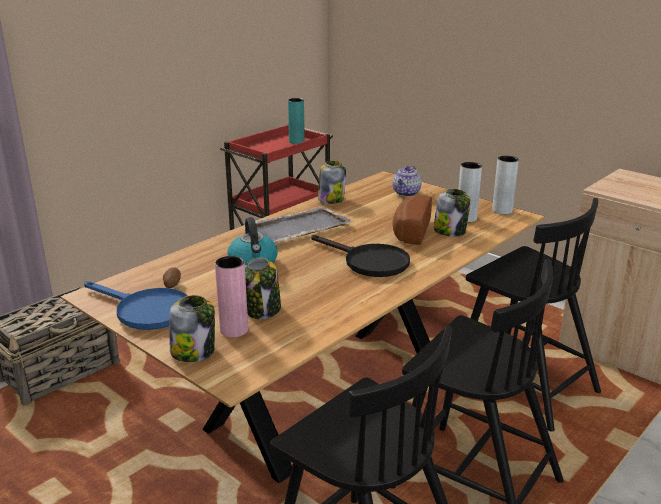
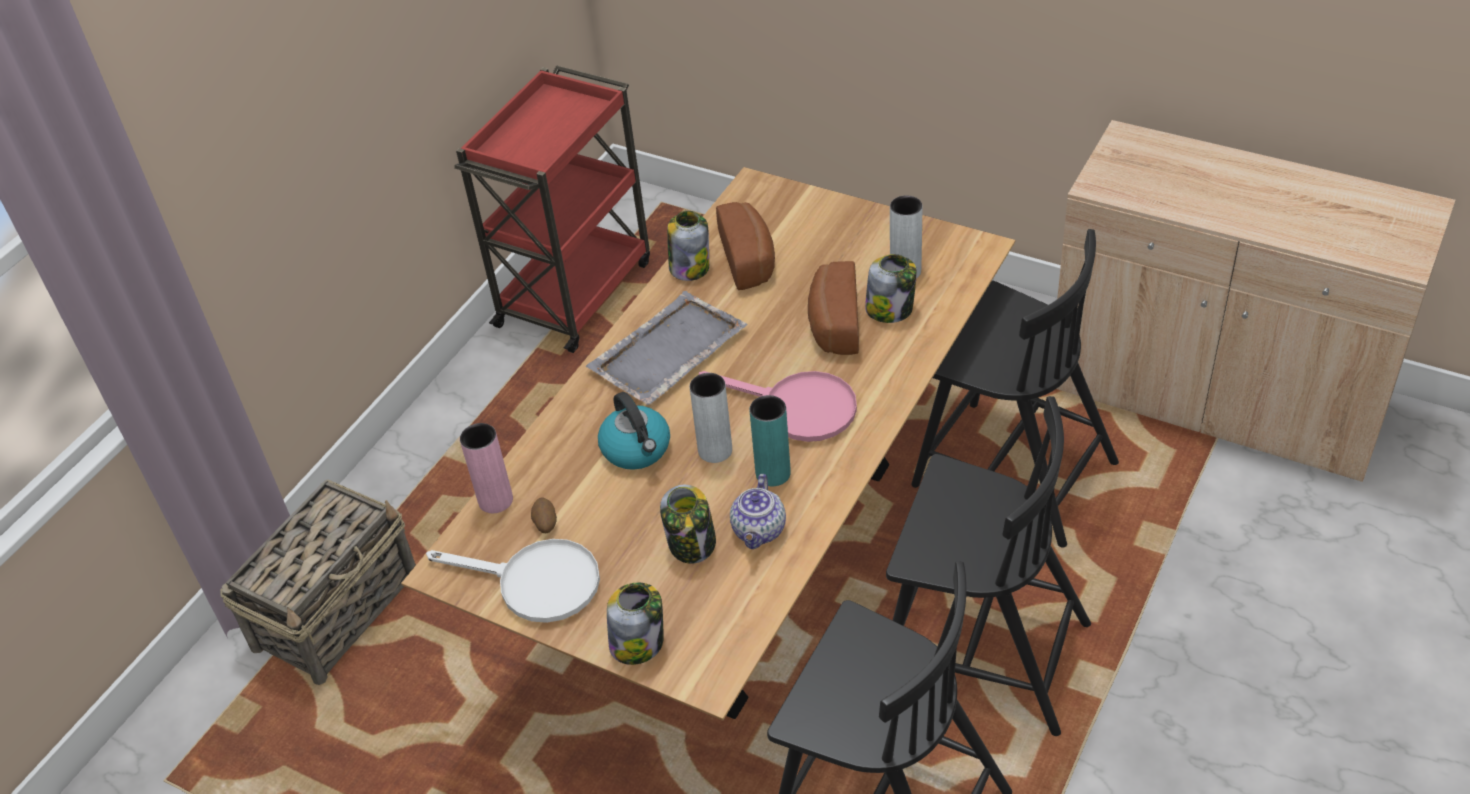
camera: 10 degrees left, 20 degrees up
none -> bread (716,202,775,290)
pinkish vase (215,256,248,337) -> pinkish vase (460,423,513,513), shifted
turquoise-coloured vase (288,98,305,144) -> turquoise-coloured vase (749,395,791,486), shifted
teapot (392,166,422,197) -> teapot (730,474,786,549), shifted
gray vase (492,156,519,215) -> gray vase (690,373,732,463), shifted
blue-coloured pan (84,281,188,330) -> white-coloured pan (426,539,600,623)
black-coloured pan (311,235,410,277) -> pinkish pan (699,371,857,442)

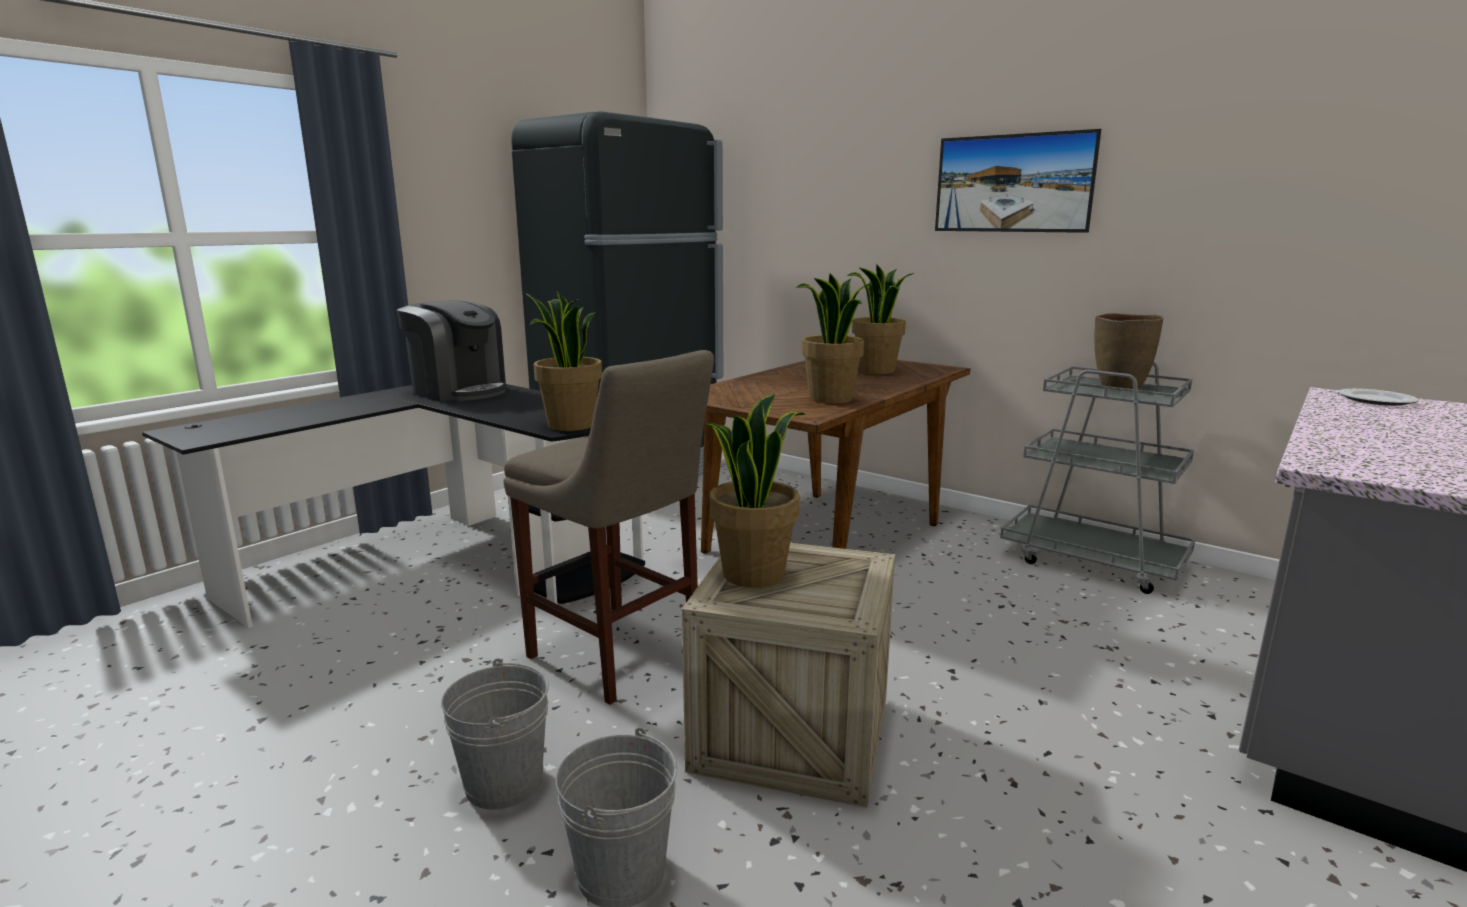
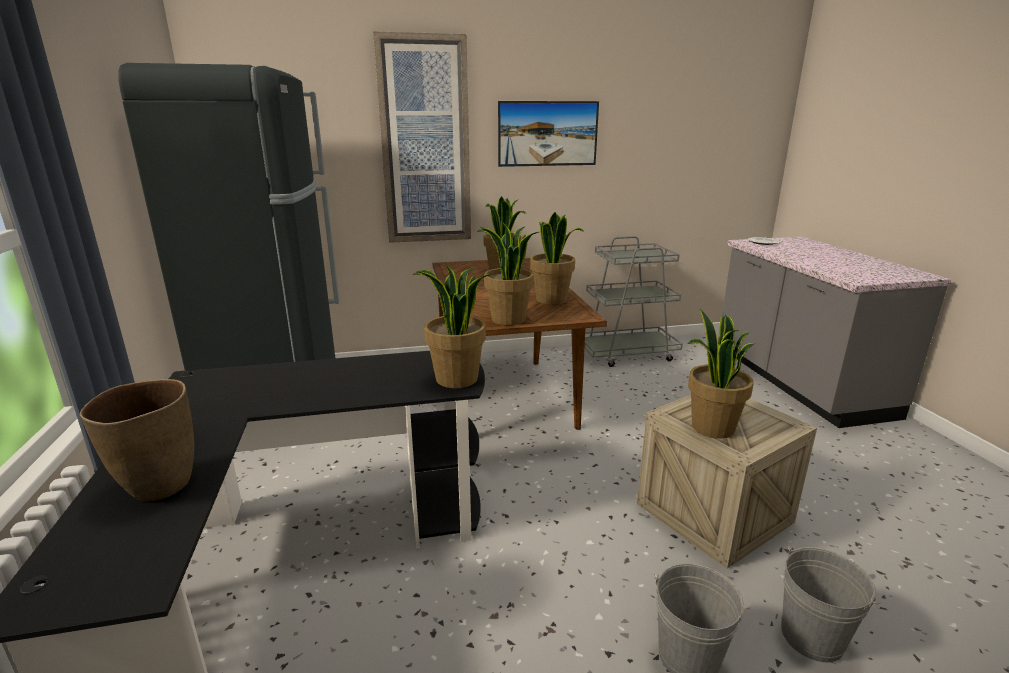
camera: 50 degrees left, 5 degrees up
coffee machine (397,301,506,402) -> none
beige sitting stool (503,350,714,705) -> none
none -> wall picture (373,31,471,243)
none -> potted plant (476,223,539,325)
brownish vase (1095,313,1163,389) -> brownish vase (80,379,194,501), shifted

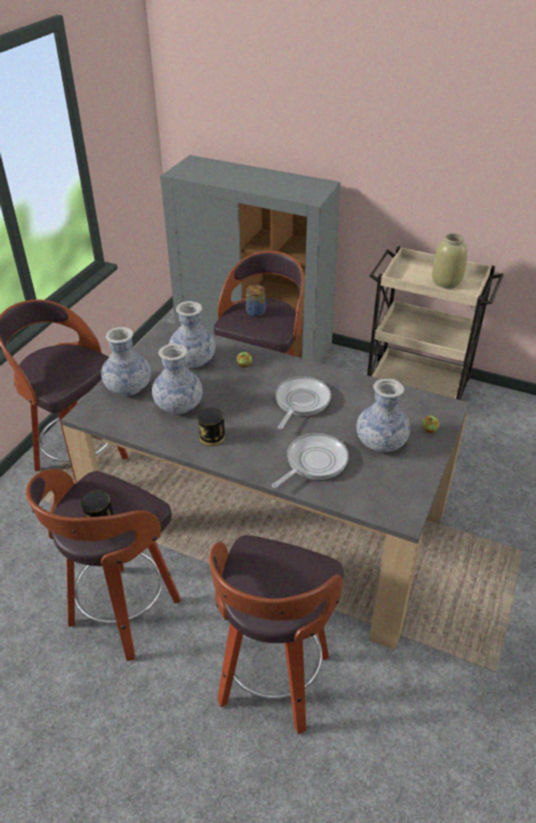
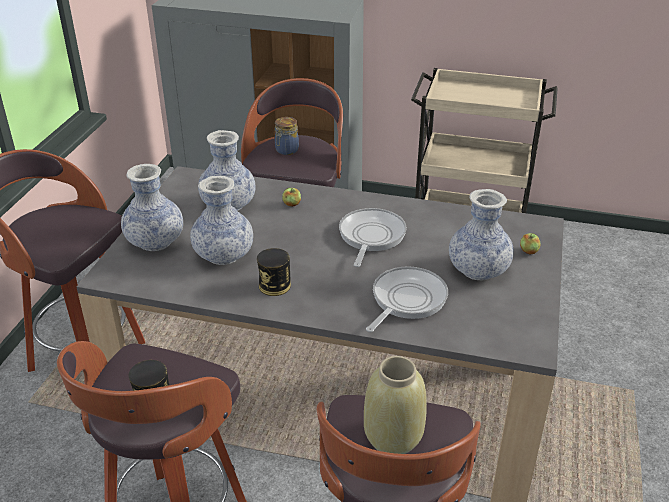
camera: 10 degrees left, 5 degrees down
beige vase (432,233,467,289) -> beige vase (364,356,427,454), shifted

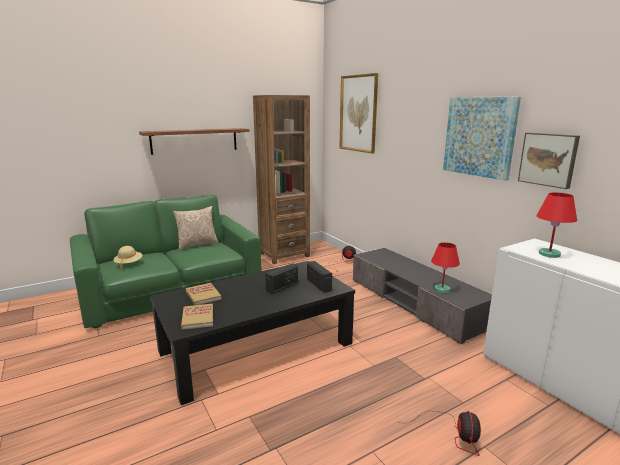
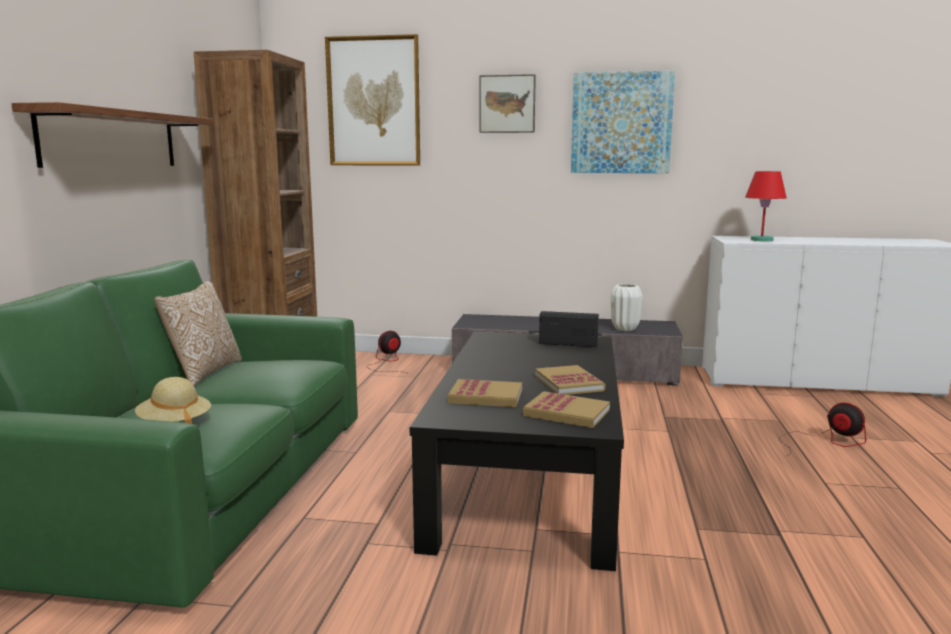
camera: 50 degrees left, 5 degrees down
radio receiver (265,263,298,294) -> none
none -> bound book (535,365,606,395)
wall picture (518,133,580,189) -> wall picture (480,74,536,133), shifted
red-coloured table lamp (431,242,460,293) -> white-coloured vase (611,284,643,331)

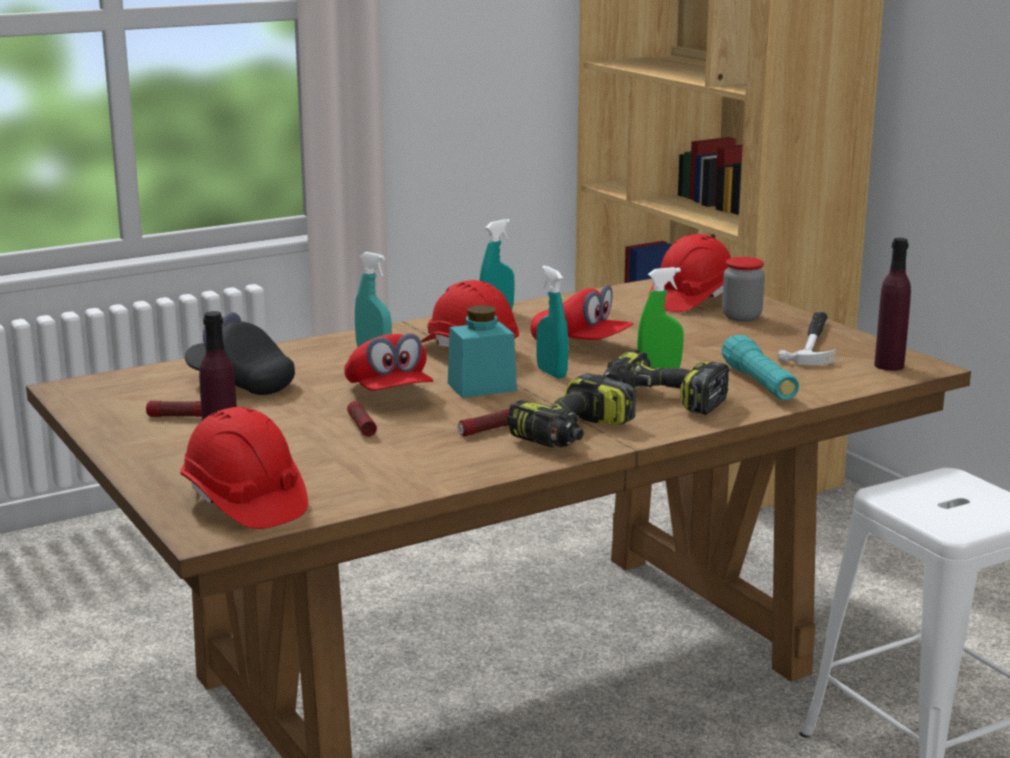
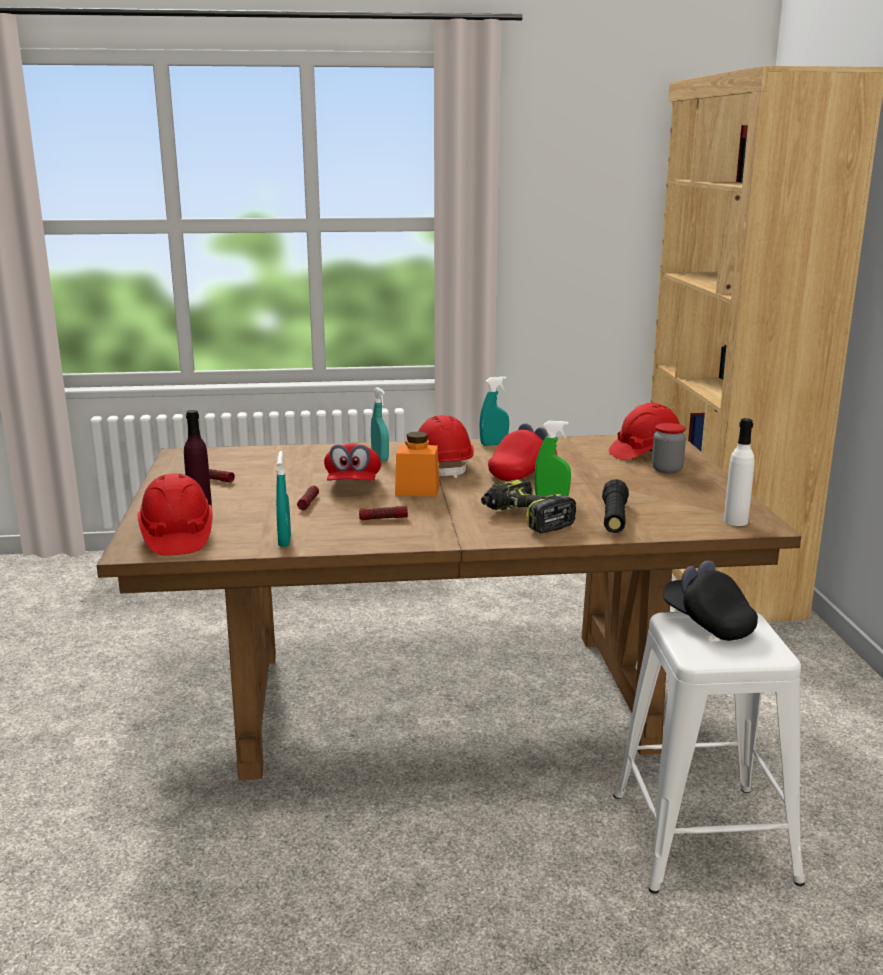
camera: 25 degrees right, 0 degrees up
power drill (507,373,636,448) -> none
hand hammer (778,311,836,365) -> none
black-coloured baseball cap (185,312,295,395) -> black-coloured baseball cap (663,560,758,640), shifted
turquoise-coloured sprayer (536,266,568,379) -> turquoise-coloured sprayer (276,451,291,547), shifted
turquoise-coloured storage jar (448,305,517,398) -> orangey storage jar (395,432,440,497)
turquoise-coloured hand torch (722,335,799,400) -> black-coloured hand torch (602,479,629,533)
purplish drink bottle (874,238,911,371) -> white-coloured drink bottle (724,418,755,526)
red-coloured baseball cap (530,285,634,340) -> red-coloured baseball cap (488,423,557,481), 105 degrees counterclockwise

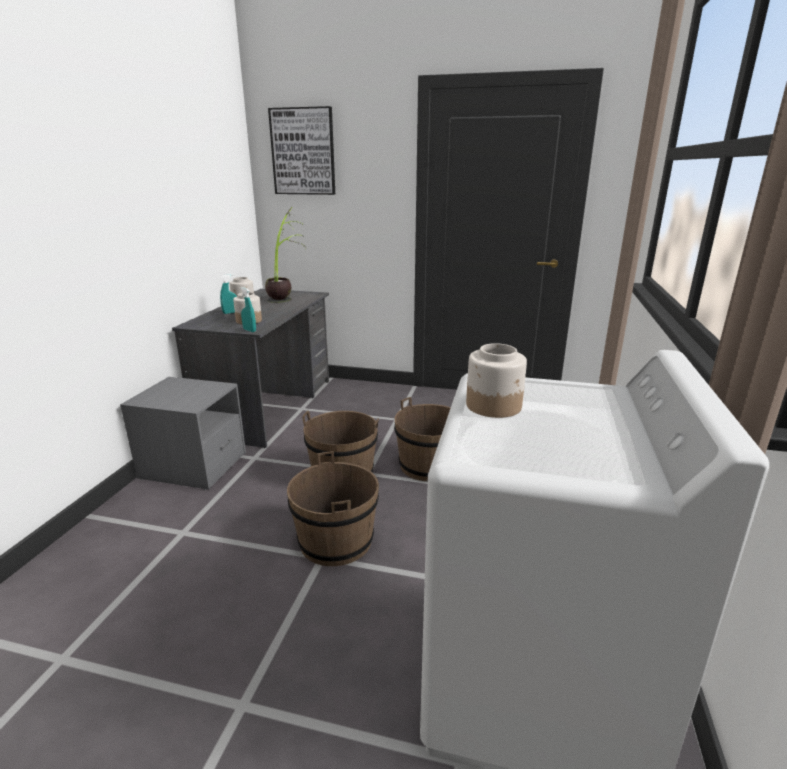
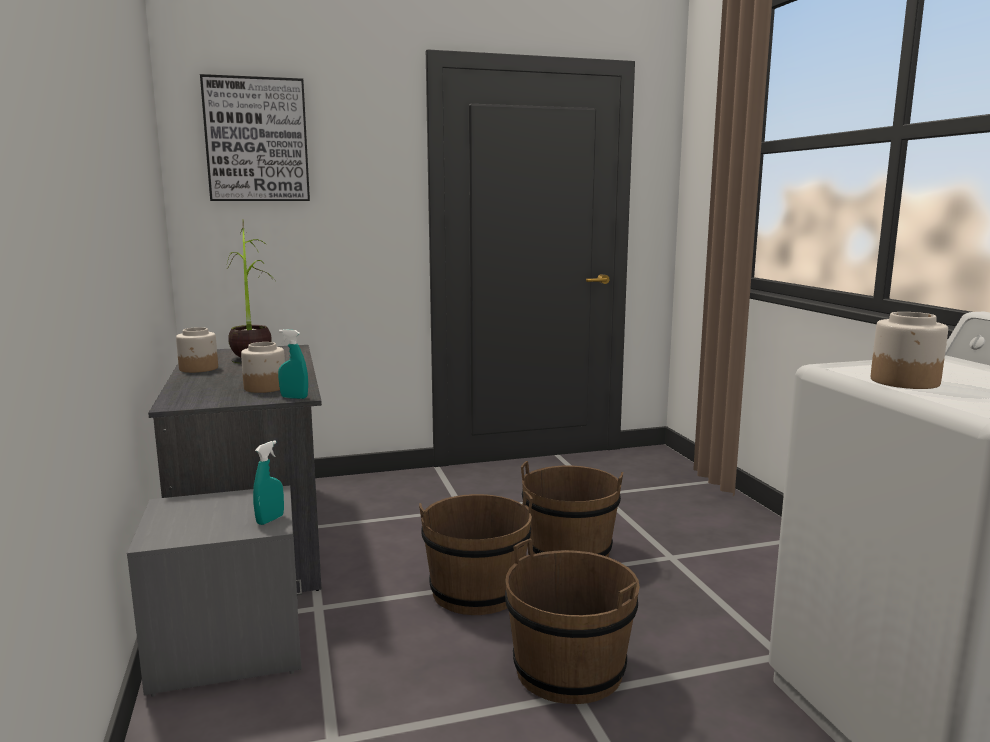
camera: 30 degrees left, 10 degrees down
turquoise-coloured sprayer (220,274,237,314) -> turquoise-coloured sprayer (253,440,284,525), shifted

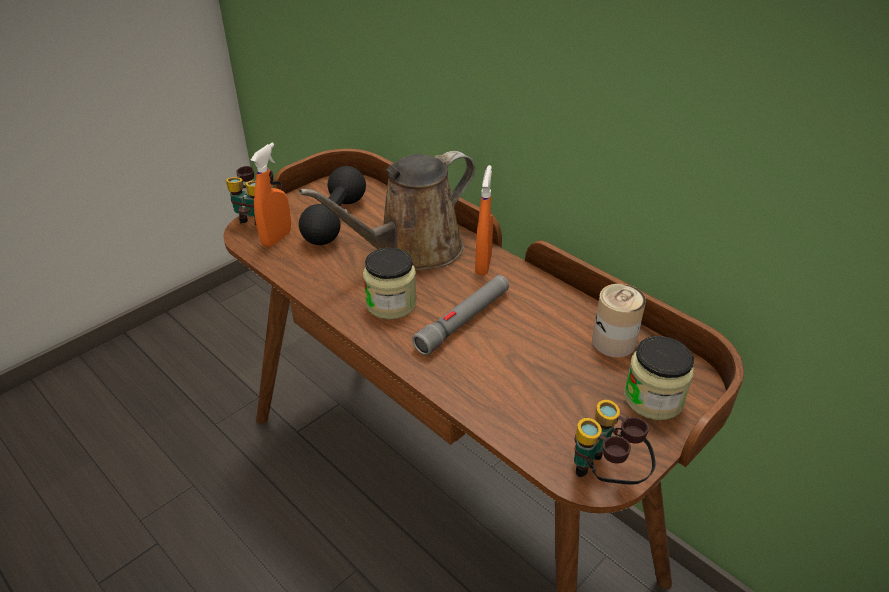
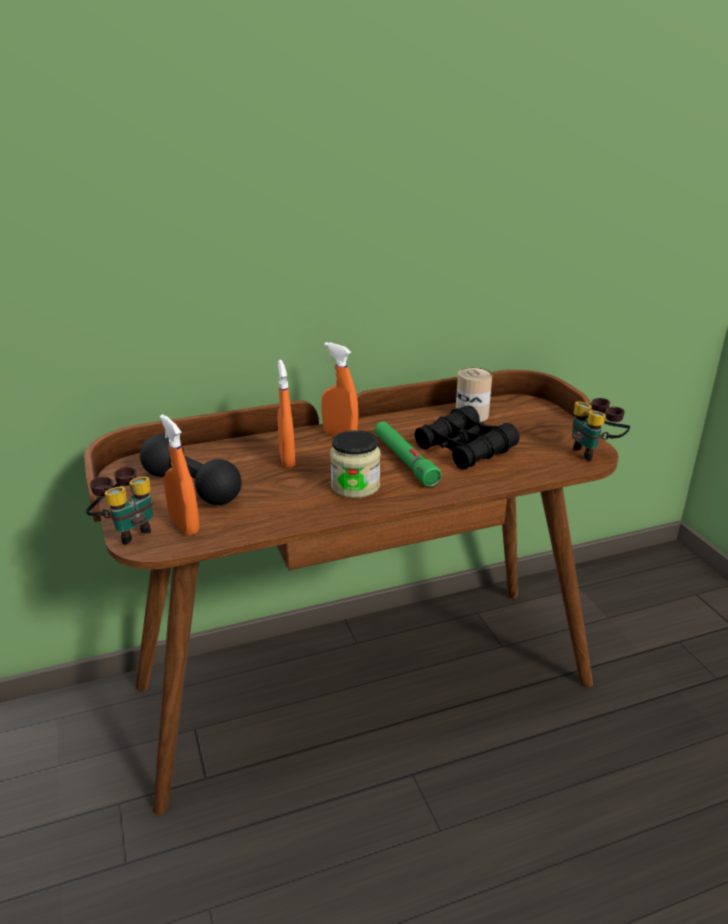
camera: 65 degrees left, 10 degrees down
storage jar (624,336,694,420) -> none
none -> black-coloured pair of binoculars (414,405,520,470)
brownish sprinkling can (299,151,475,270) -> orangey sprayer (278,360,295,468)
gray hand torch (412,275,509,355) -> green-coloured hand torch (375,421,442,487)

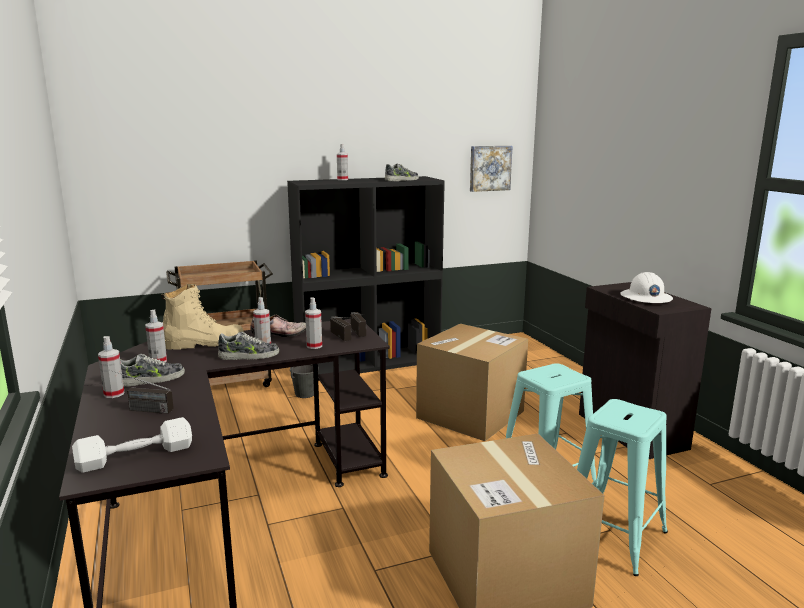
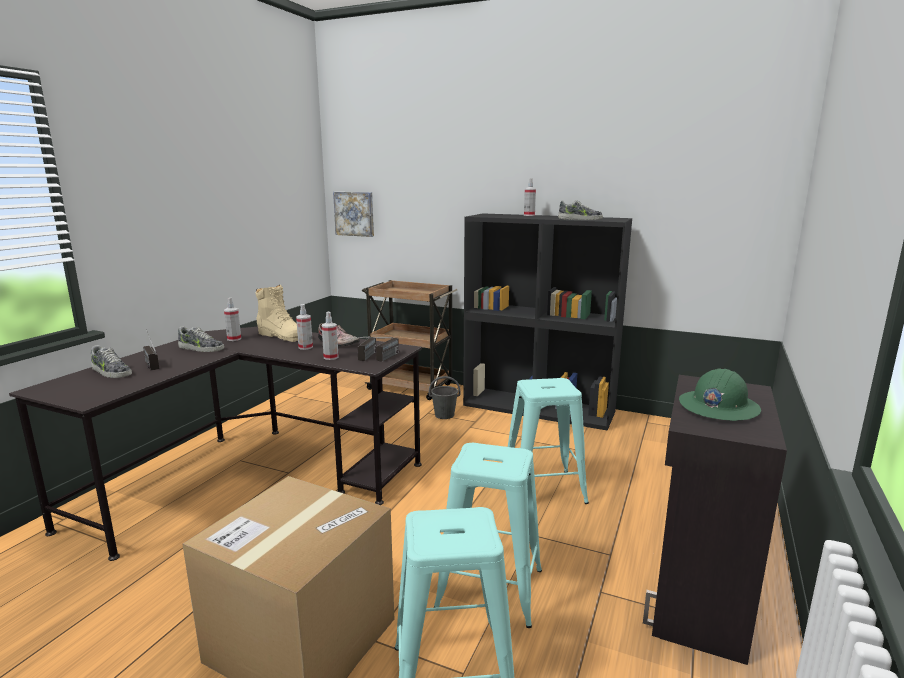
camera: 45 degrees right, 0 degrees up
white-coloured hand weight (72,417,192,473) -> none
sprayer (98,336,124,398) -> none
shoe (218,332,279,360) -> shoe (91,345,132,378), shifted
wall picture (470,146,513,192) -> wall picture (333,192,374,237), shifted
cardboard box (416,324,528,441) -> turquoise-coloured sitting stool (508,378,589,504)
white-coloured safety helmet (620,272,673,303) -> green-coloured safety helmet (679,368,761,421)

